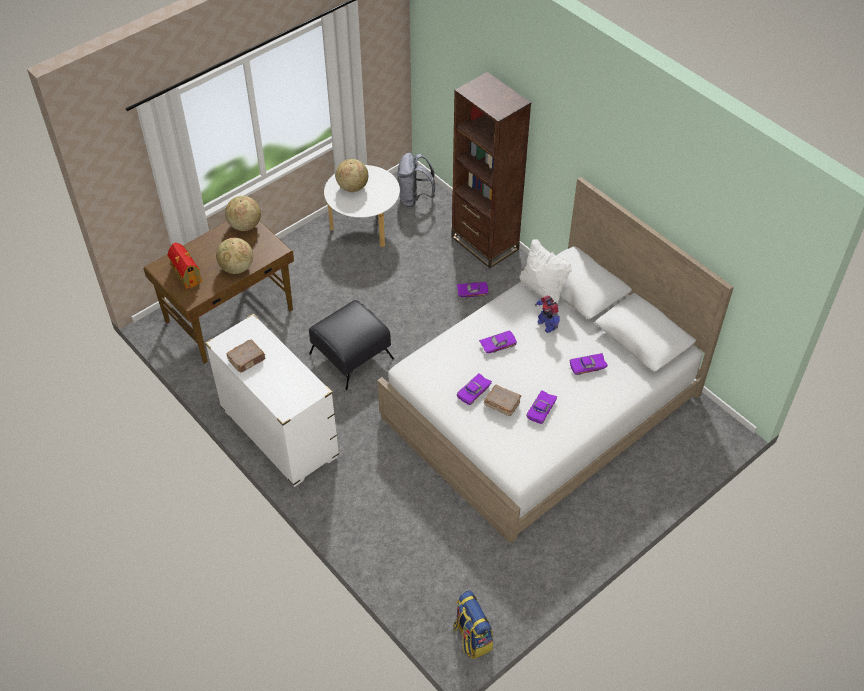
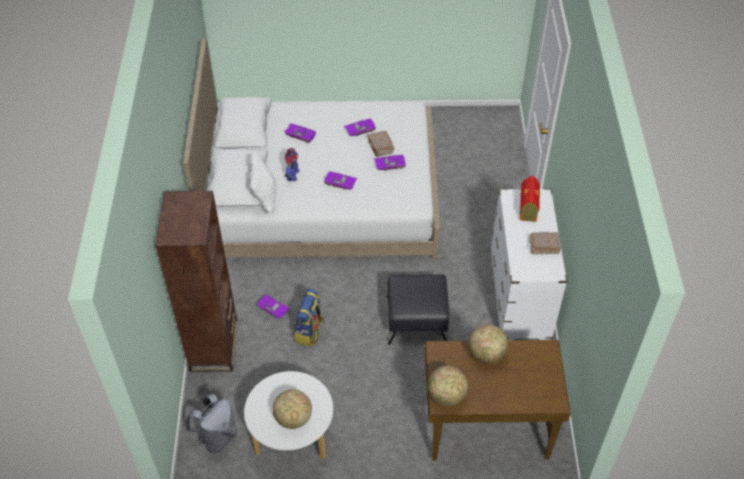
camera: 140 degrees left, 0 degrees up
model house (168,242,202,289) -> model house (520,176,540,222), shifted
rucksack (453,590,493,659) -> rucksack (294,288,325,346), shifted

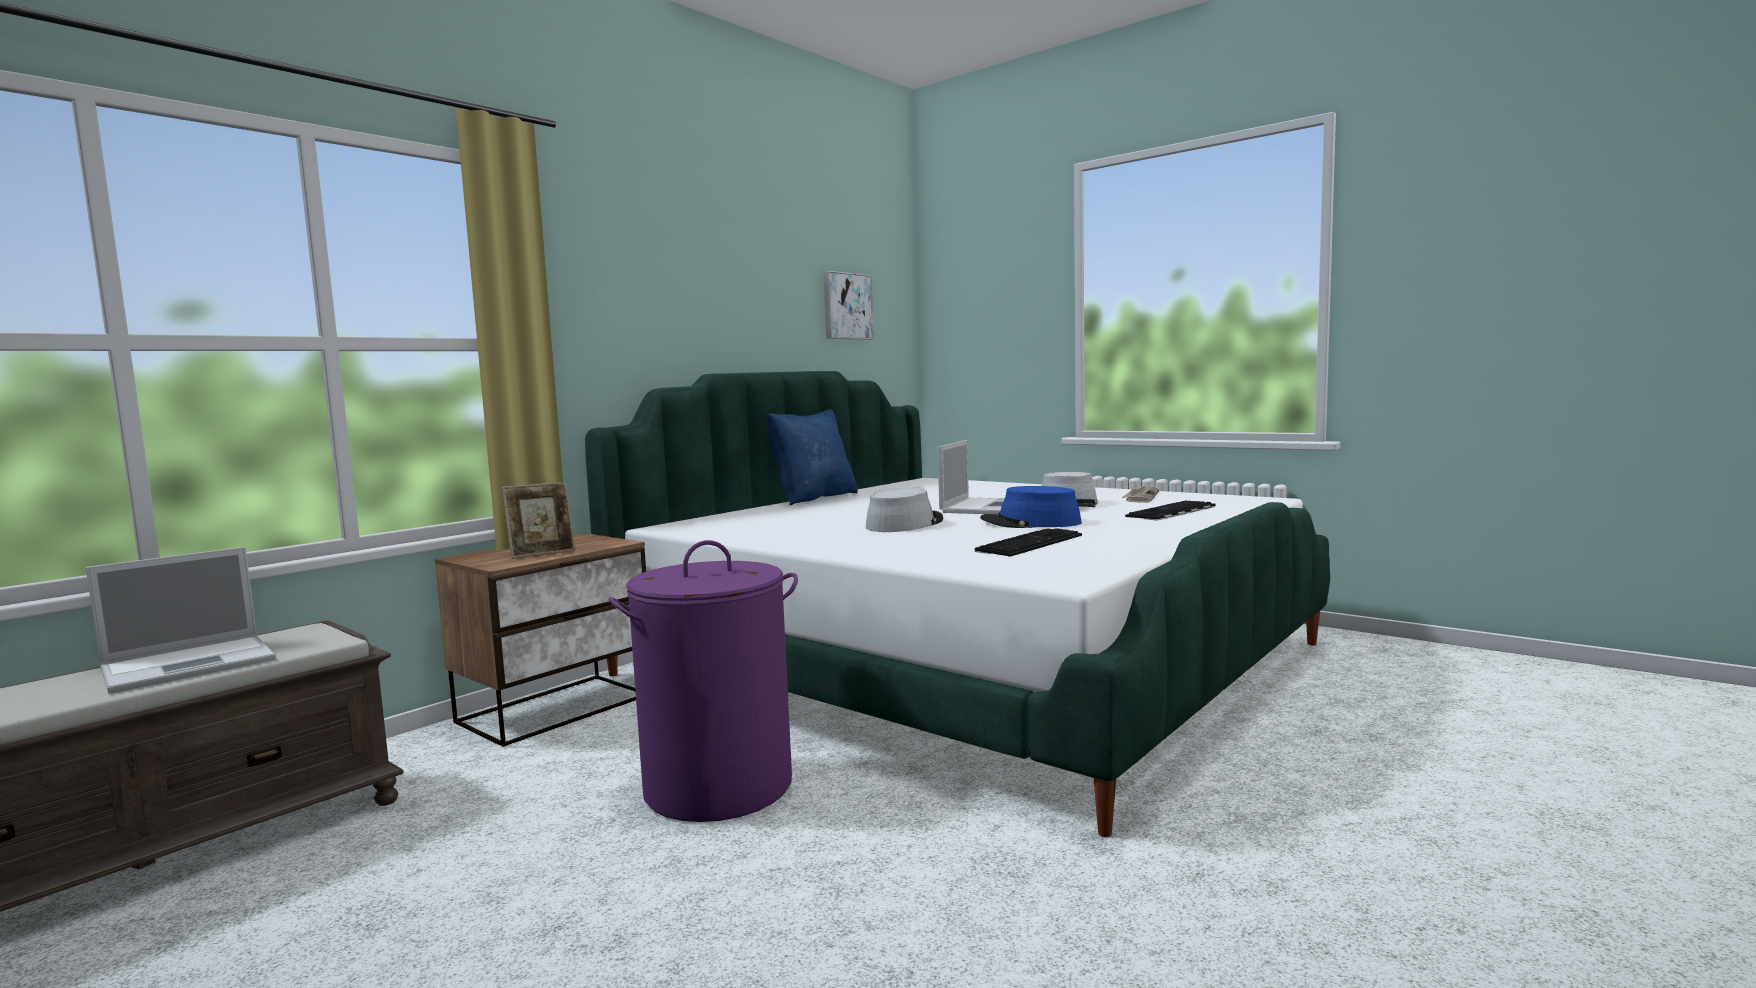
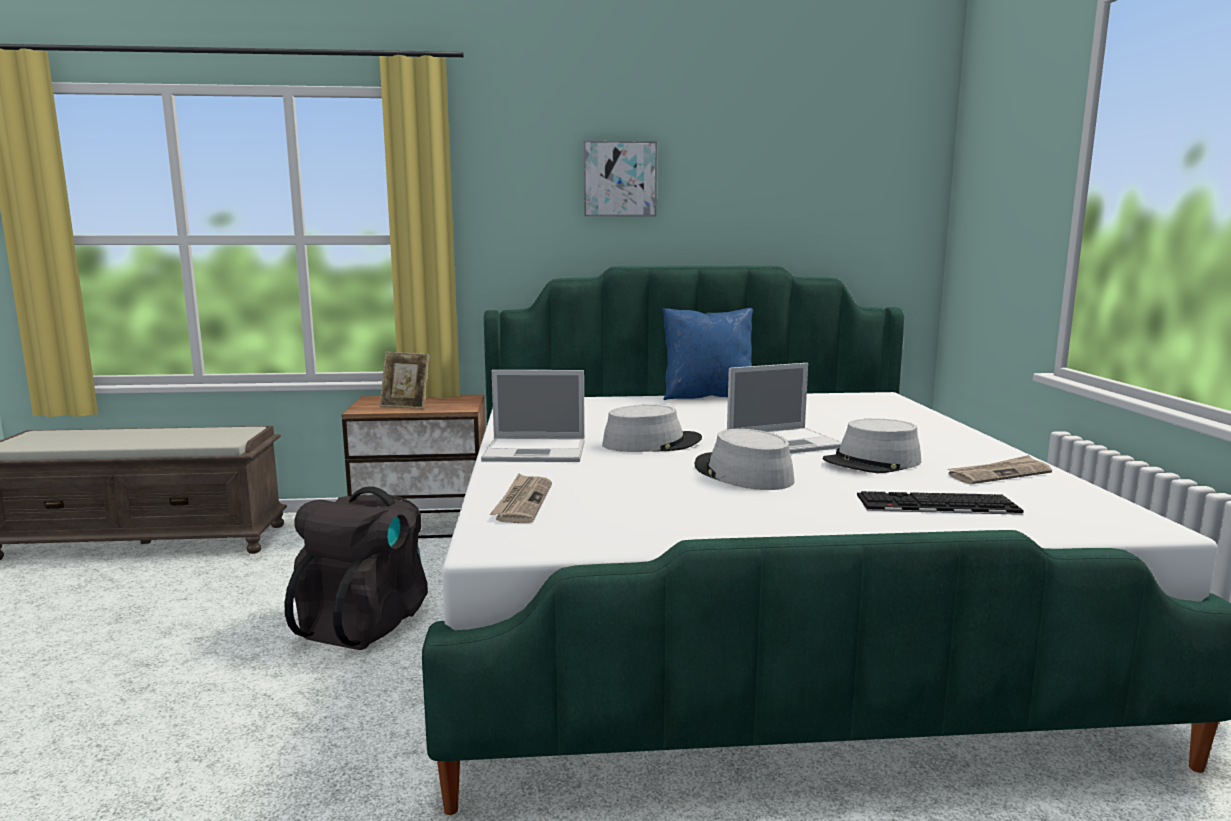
camera: 45 degrees right, 5 degrees up
PC keyboard (975,528,1082,557) -> none
none -> daily paper (490,473,552,523)
laptop (86,547,276,694) -> laptop (481,370,585,462), shifted
wall picture (823,271,874,339) -> wall picture (584,141,657,216), shifted
purplish washing basket (609,540,798,822) -> black-coloured rucksack (284,486,428,650)
blue-coloured clothing hat (980,486,1082,528) -> gray clothing hat (694,429,795,490)

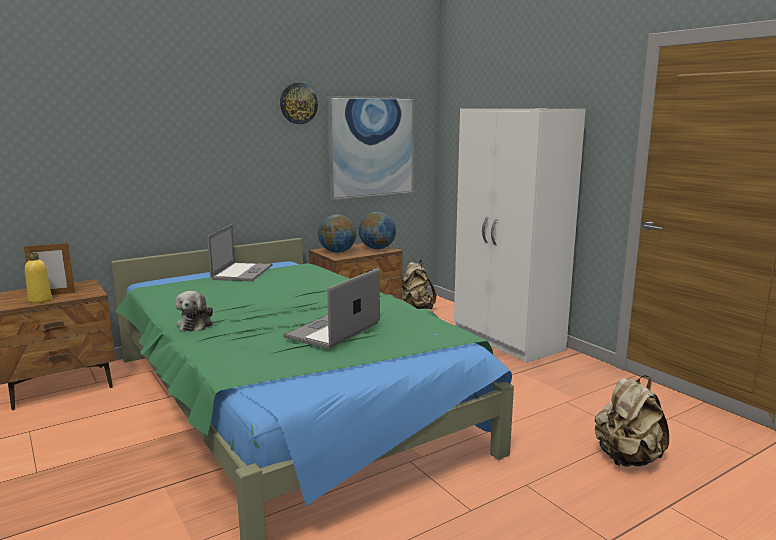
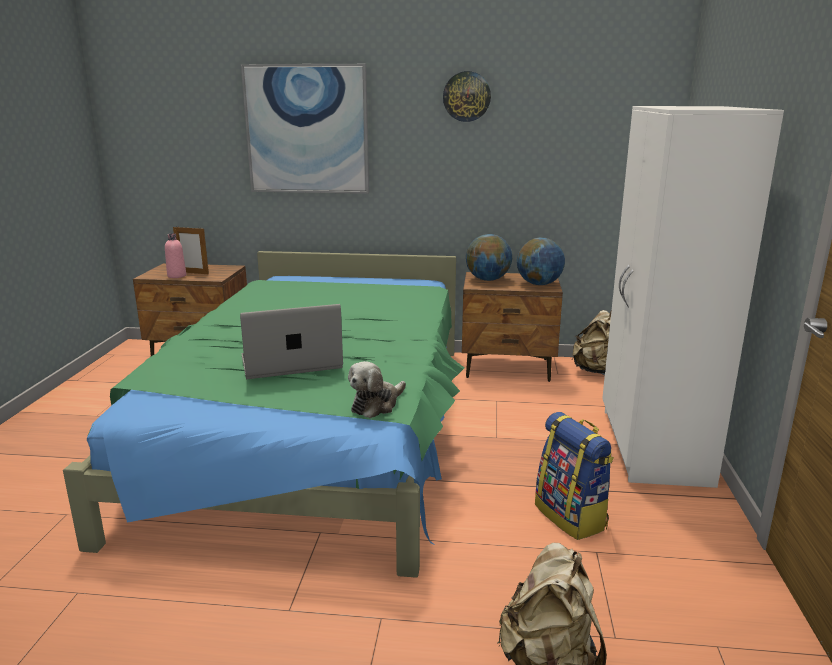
camera: 40 degrees right, 5 degrees up
laptop (207,224,272,281) -> none
none -> rucksack (535,412,614,540)
soft toy (176,291,213,332) -> soft toy (348,361,406,418), shifted
wall picture (327,96,415,200) -> wall picture (241,64,369,194), shifted
yellow-coloured drink bottle (25,253,52,303) -> pinkish drink bottle (165,234,186,278)

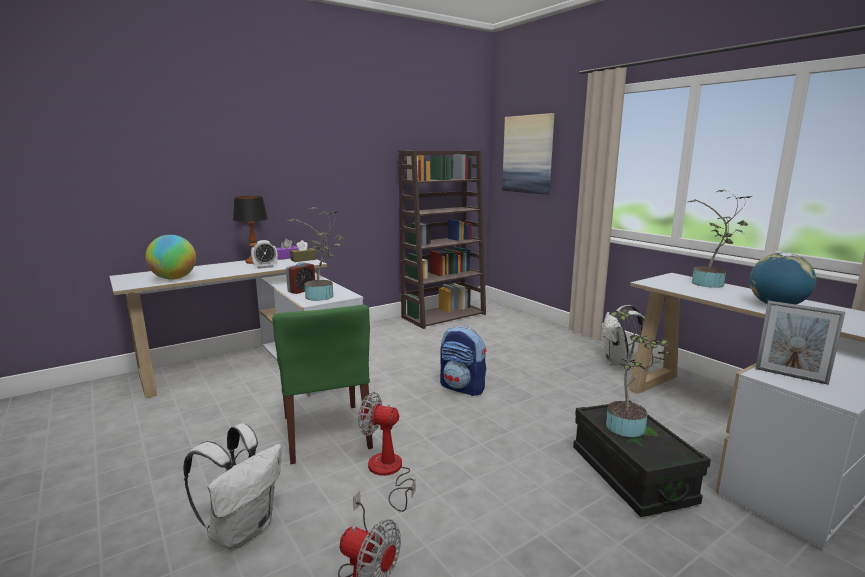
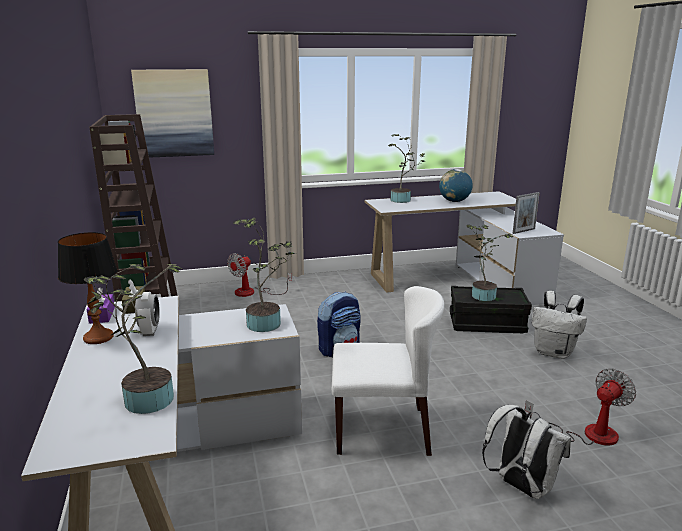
camera: 70 degrees left, 5 degrees up
alarm clock (286,262,315,294) -> none
cooling fan (358,392,416,512) -> cooling fan (227,253,292,297), shifted
white-coloured rucksack (602,305,645,365) -> white-coloured rucksack (532,291,587,359), shifted
desk globe (145,235,196,280) -> potted plant (84,264,182,414)
green-coloured chair (272,305,373,464) -> white-coloured chair (332,286,444,456)

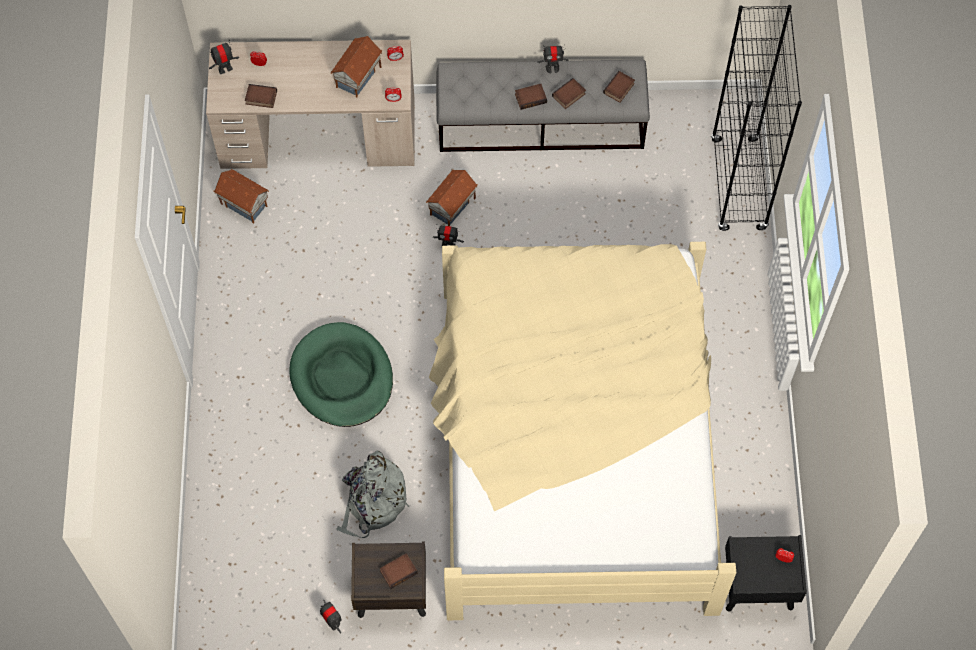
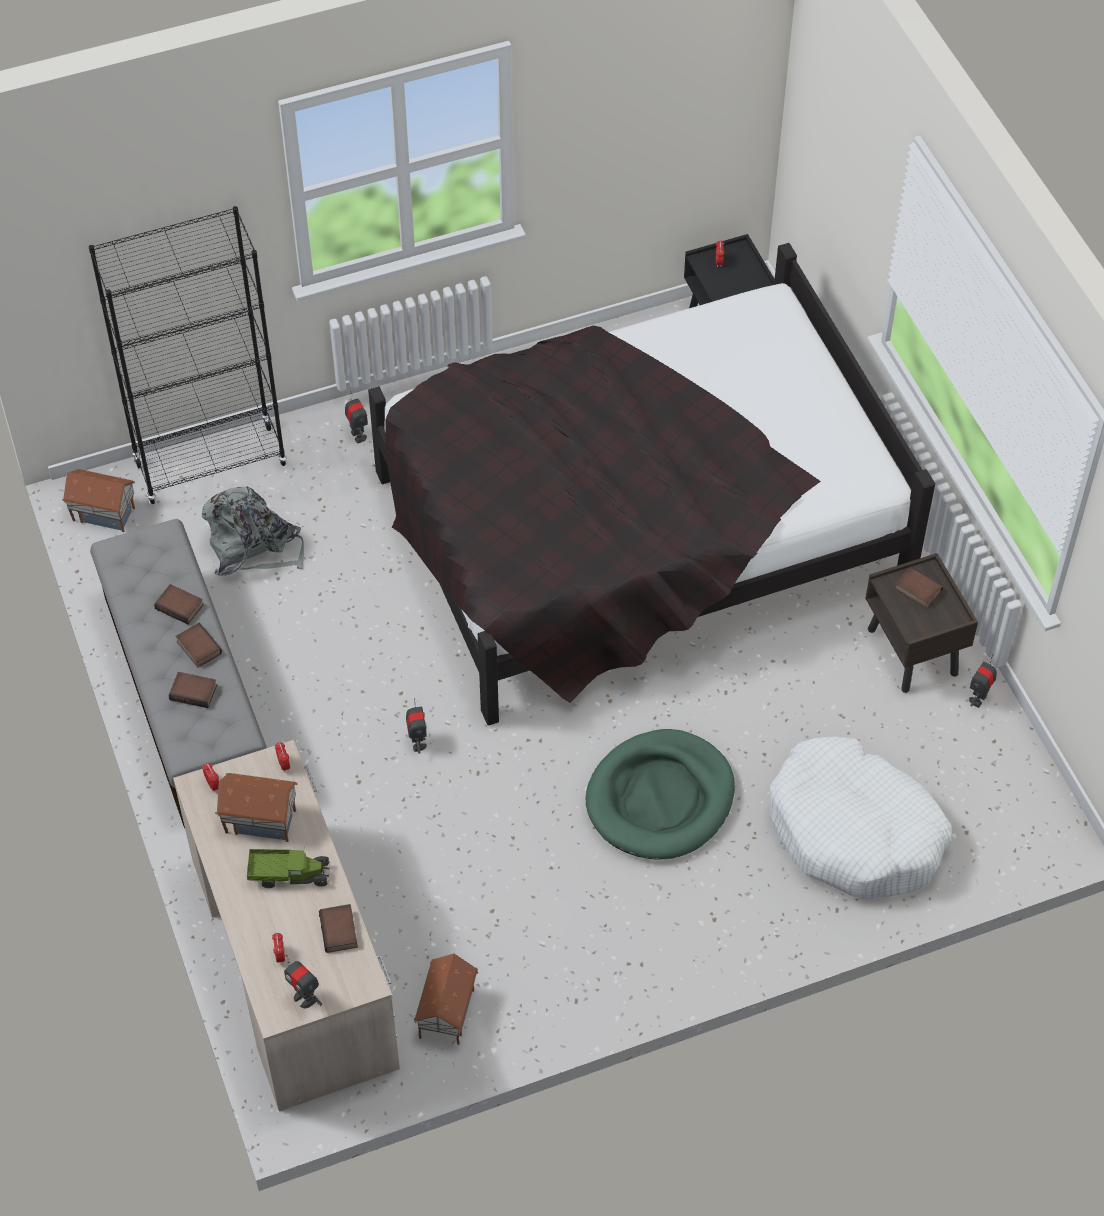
camera: 110 degrees left, 10 degrees down
none -> toy lorry (247,849,330,888)
none -> white-coloured dog bed (770,737,952,899)
gray rucksack (336,450,409,538) -> gray rucksack (202,486,304,576), shifted
model house (426,169,478,226) -> model house (62,469,135,532), shifted
toy robot (537,45,569,73) -> toy robot (345,391,368,443), shifted
bound book (603,71,635,103) -> bound book (169,672,217,708), shifted
beige sleeping bed (429,242,736,620) -> black-coloured sleeping bed (368,243,935,726)

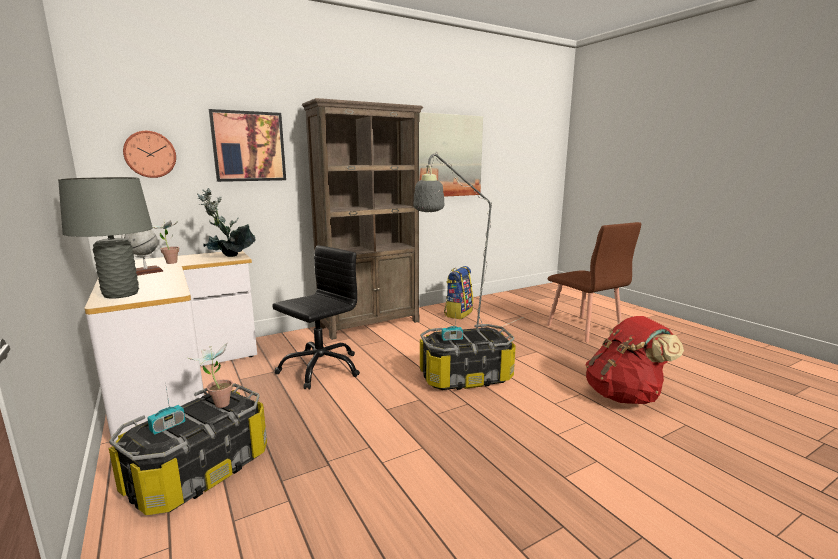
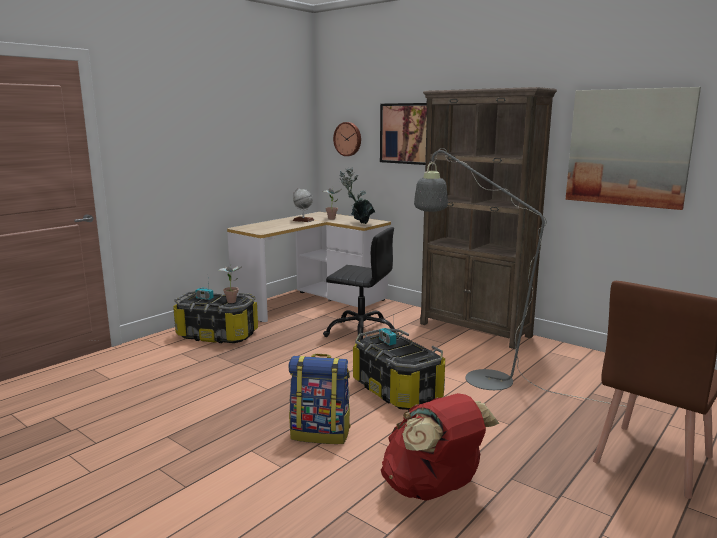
camera: 70 degrees right, 0 degrees up
gray table lamp (58,177,153,299) -> none
rucksack (444,266,473,319) -> rucksack (289,354,351,444), shifted

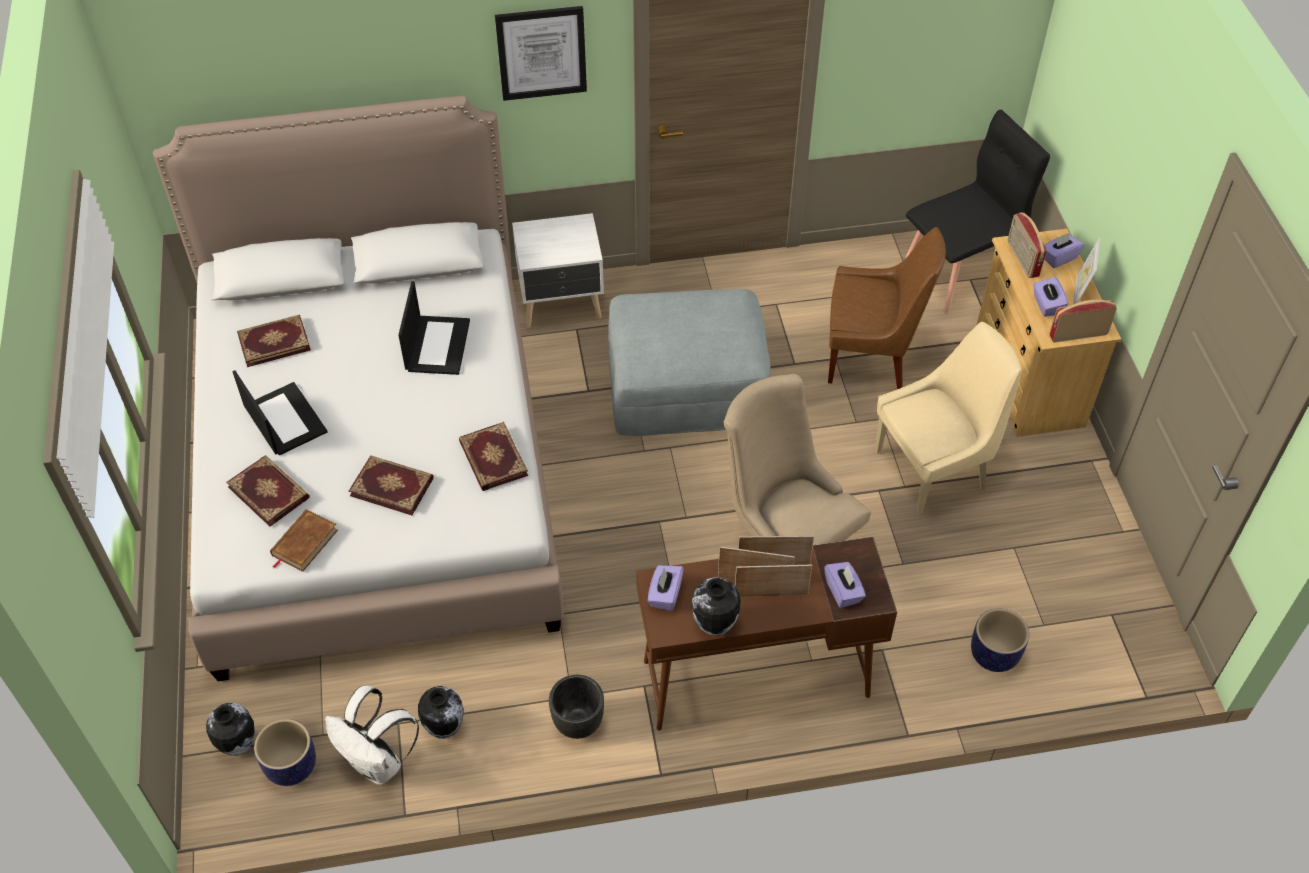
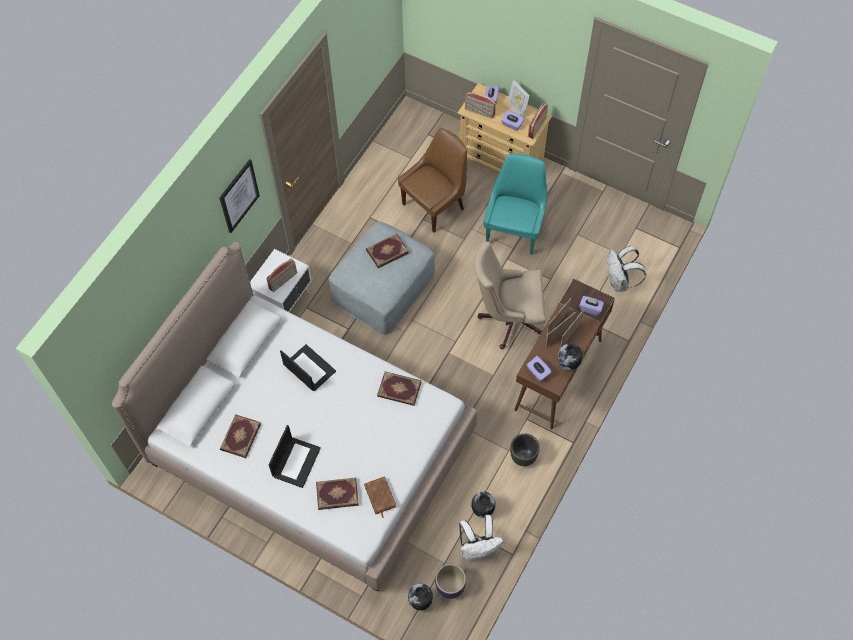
camera: 50 degrees left, 10 degrees up
black-coloured chair (904,110,1050,314) -> none
none -> radio receiver (266,259,297,292)
bound book (349,456,433,515) -> bound book (366,233,409,269), shifted
planter (971,609,1029,672) -> white-coloured rucksack (607,246,646,292)
beige chair (875,322,1022,515) -> turquoise-coloured chair (483,154,547,255)
laptop (233,370,328,455) -> laptop (269,425,321,488), 105 degrees clockwise

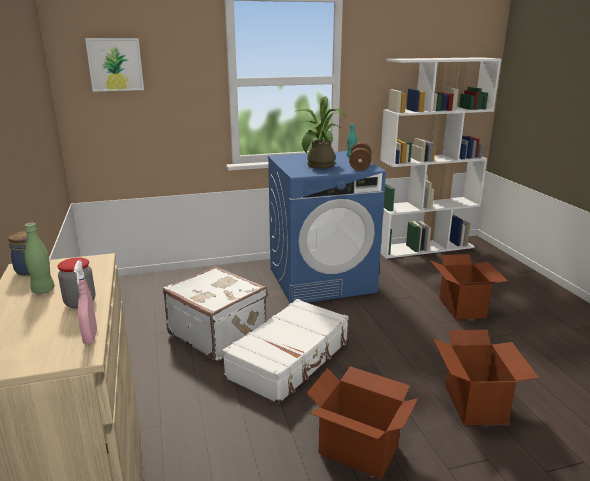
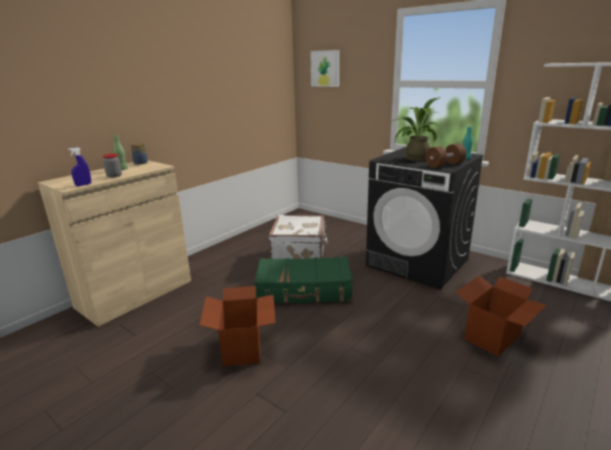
camera: 55 degrees right, 0 degrees up
cardboard box (433,330,539,425) -> none
pinkish sprayer (74,260,97,344) -> blue-coloured sprayer (68,147,91,186)
white-coloured travel case (222,299,349,404) -> green-coloured travel case (254,256,353,304)
blue-coloured laundry machine (268,151,386,303) -> black-coloured laundry machine (366,147,484,289)

